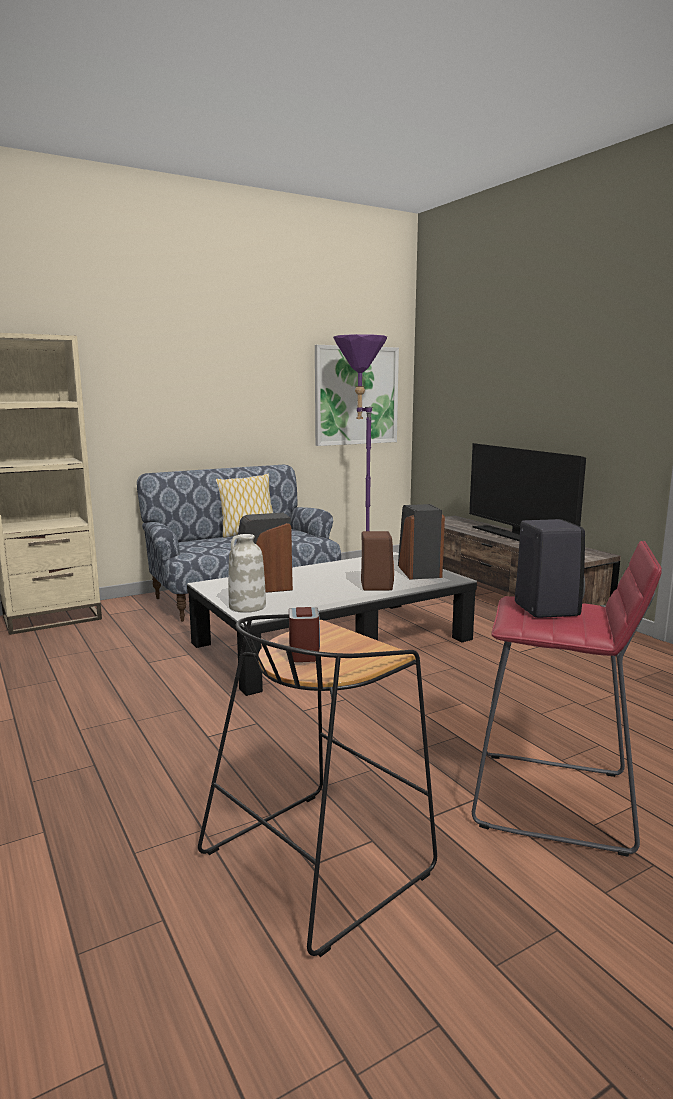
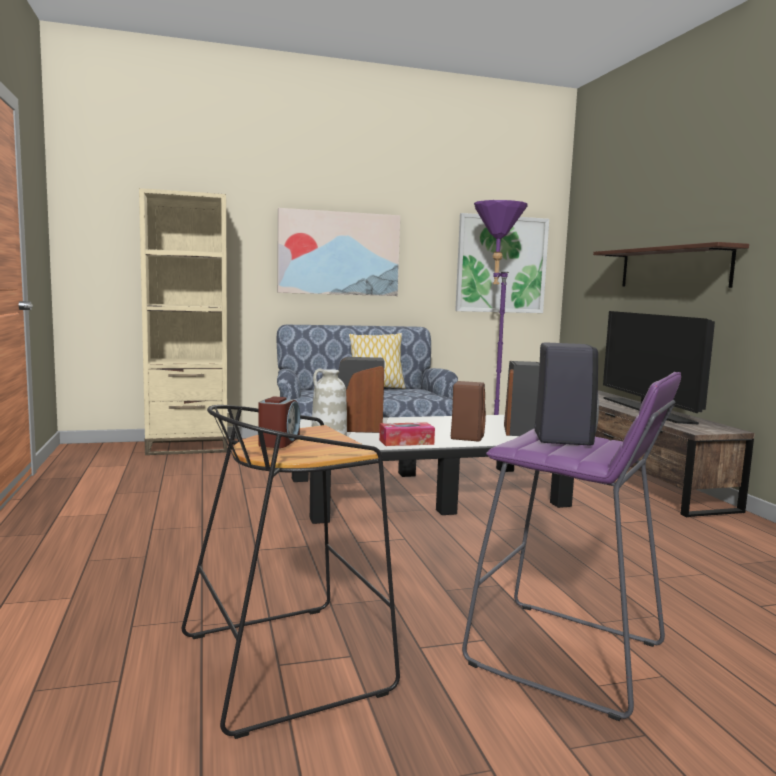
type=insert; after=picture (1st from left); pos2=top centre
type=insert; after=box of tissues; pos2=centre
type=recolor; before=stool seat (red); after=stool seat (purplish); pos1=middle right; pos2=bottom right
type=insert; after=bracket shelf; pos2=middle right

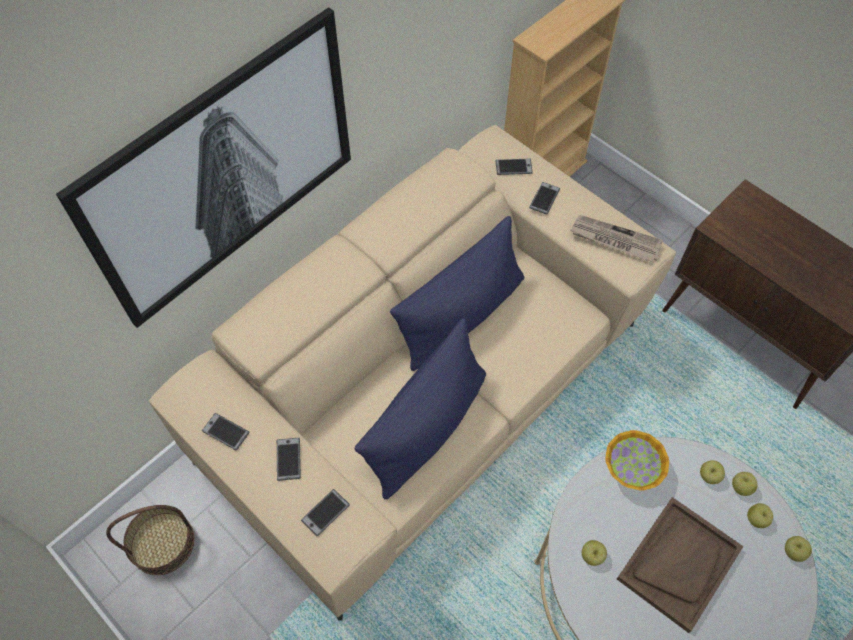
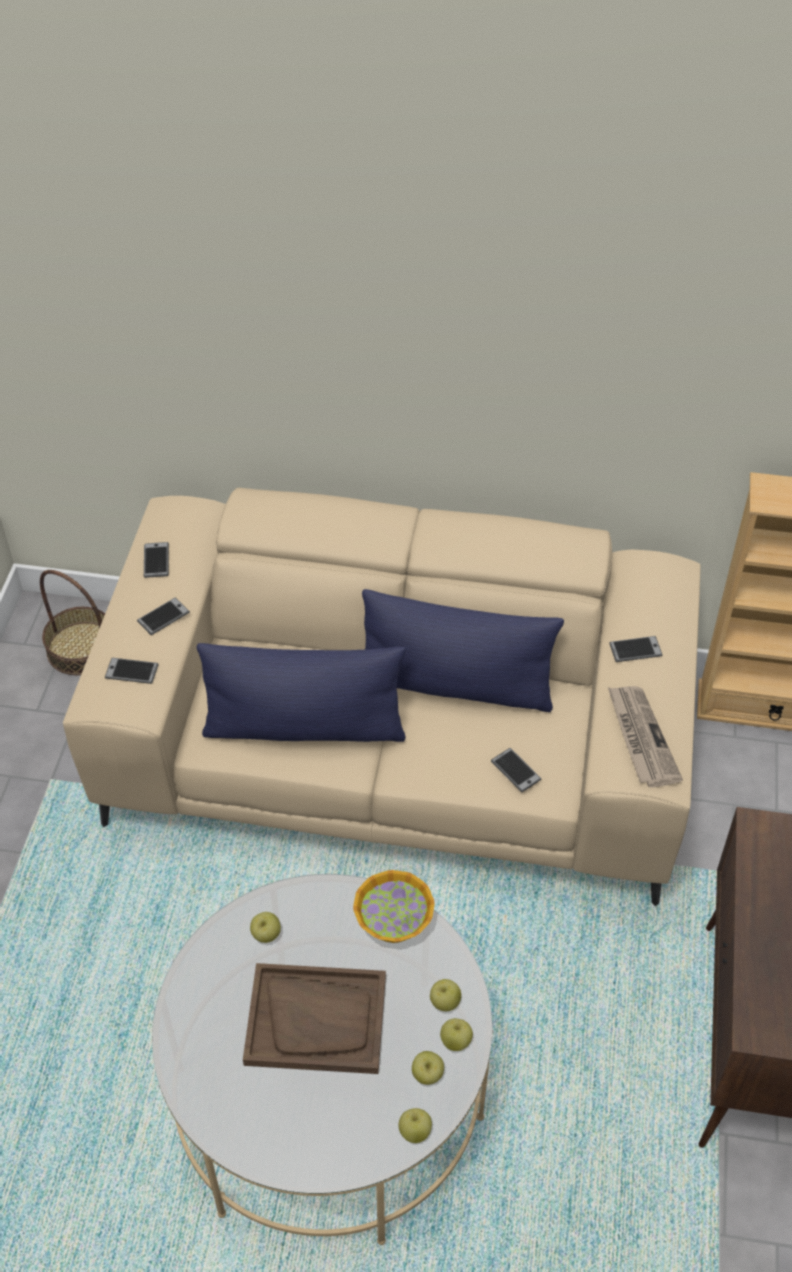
type=move; before=telephone (4th from left); pos1=top centre; pos2=centre
type=delete; before=picture; pos1=top left

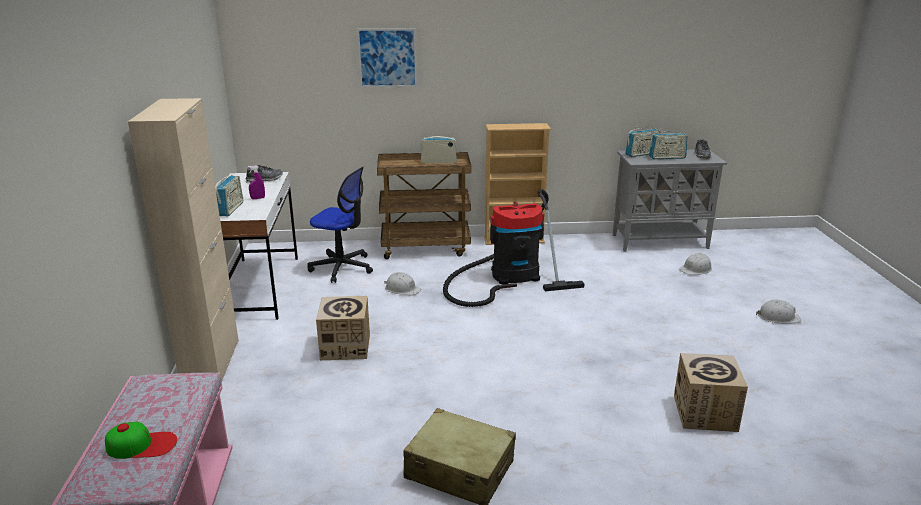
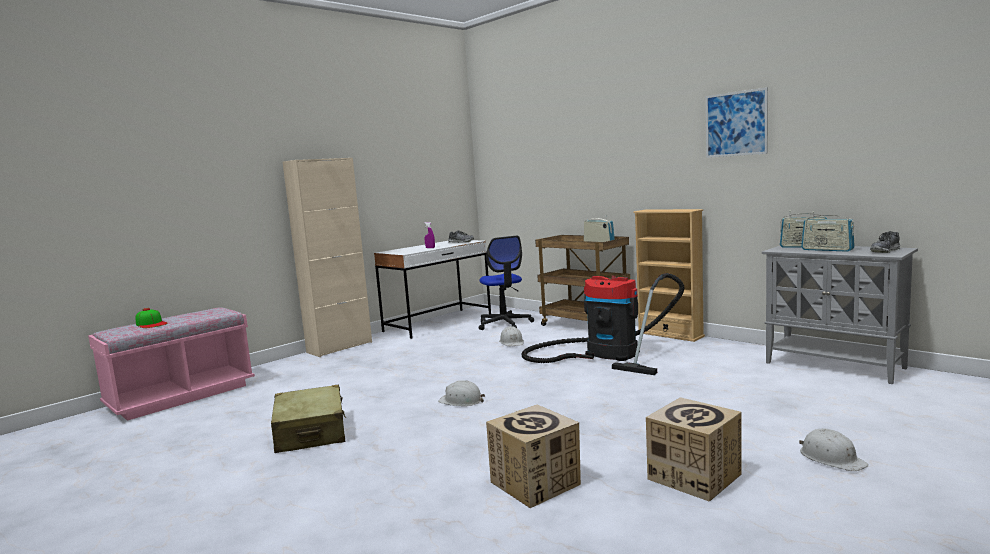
type=move; before=safety helmet (white) (2nd from left in the first image); after=safety helmet (white) (1st from left); pos1=middle right; pos2=bottom centre
type=move; before=packing box (1st from left in the first image); after=packing box (2nd from left); pos1=centre; pos2=bottom right
type=move; before=picture; pos1=top centre; pos2=top right
type=delete; before=radio (1st from left); pos1=middle left

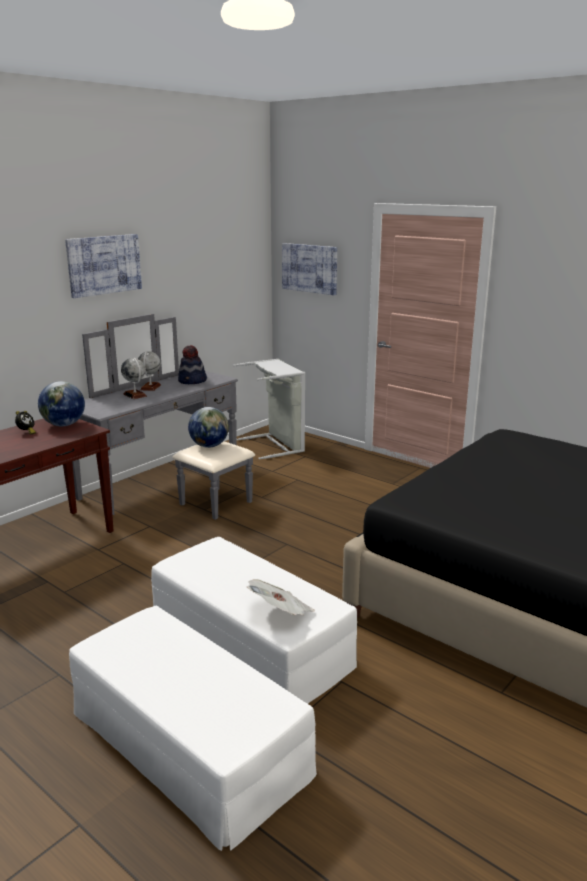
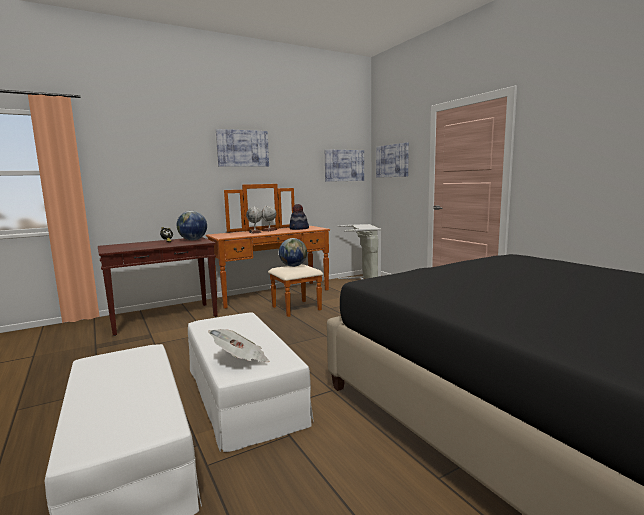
type=recolor; before=chest of drawers (greyish); after=chest of drawers (brown); pos1=middle left; pos2=centre
type=insert; after=picture (2nd from left); pos2=top centre

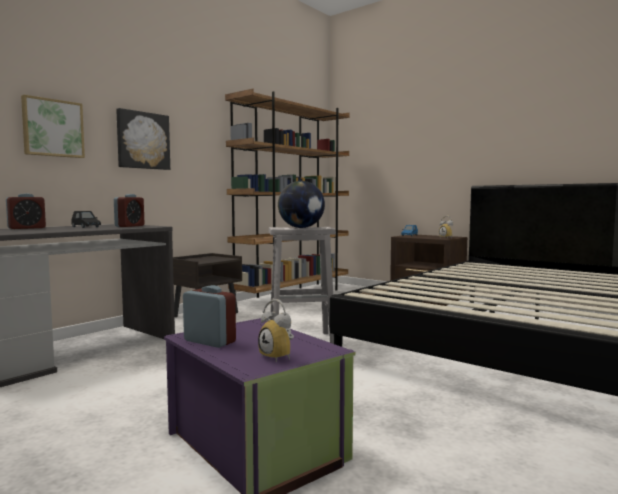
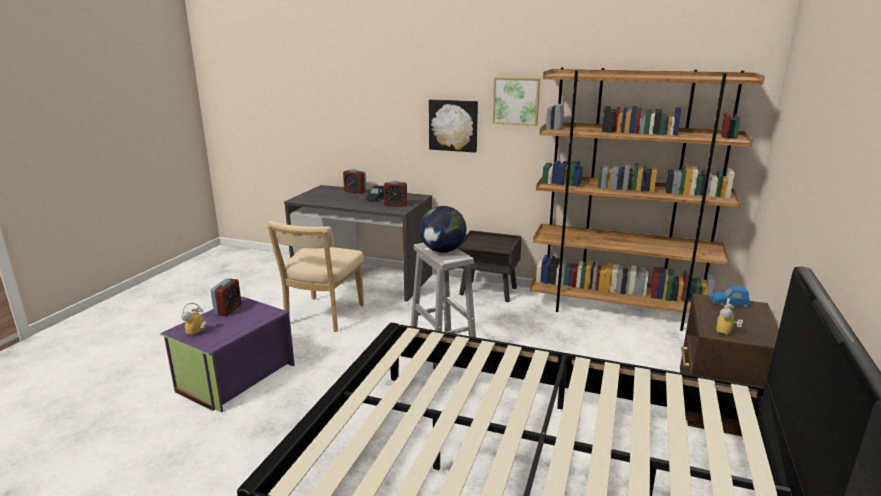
type=insert; after=upright chair (beige); pos2=centre
type=move; before=picture (1st from left in the first image); after=picture (2nd from left); pos1=top left; pos2=top centre

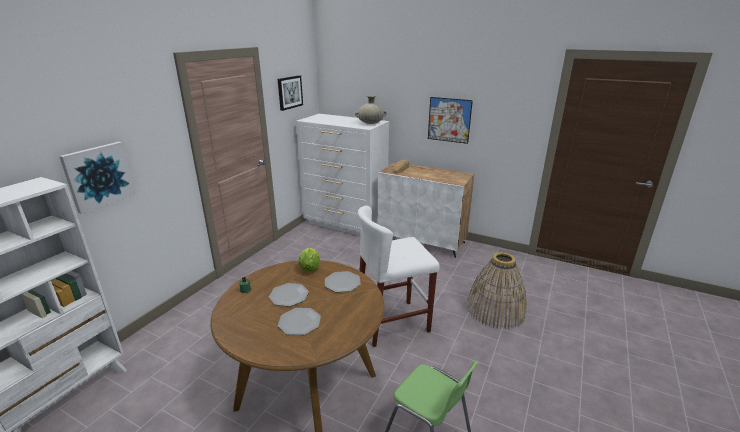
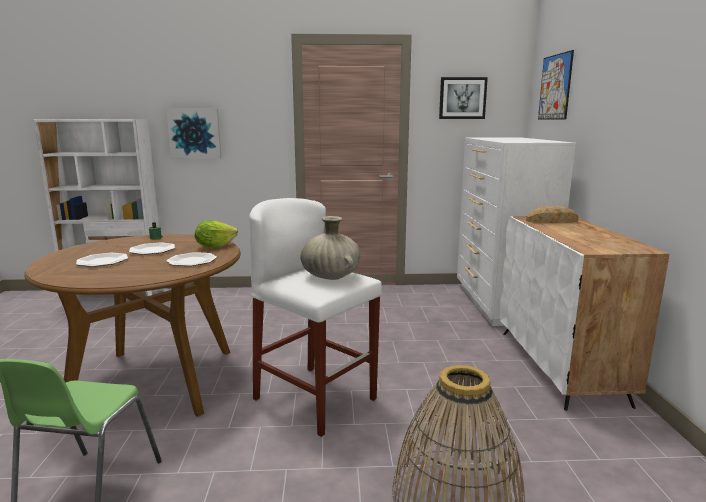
type=move; before=vase (beige); pos1=top centre; pos2=centre
type=move; before=picture (3rd from left); pos1=top centre; pos2=top right

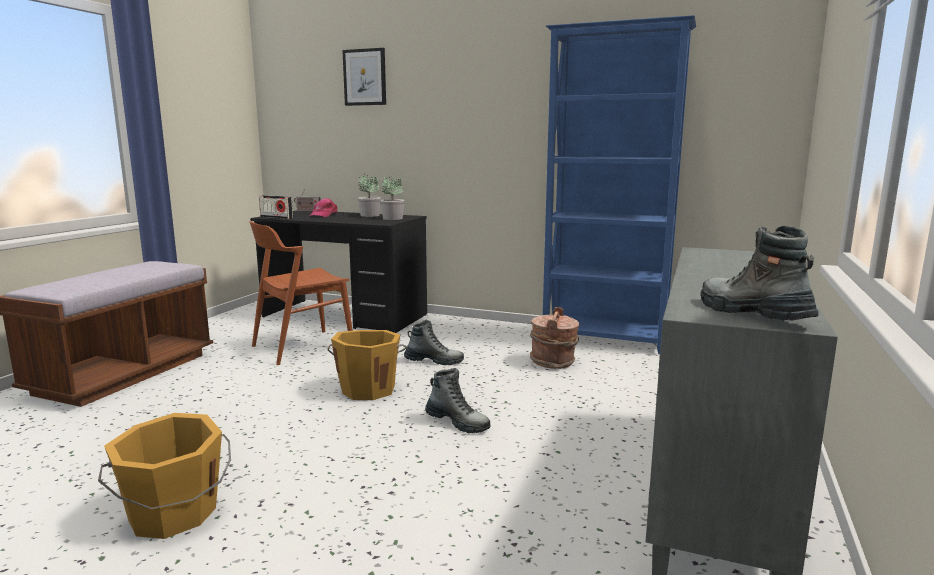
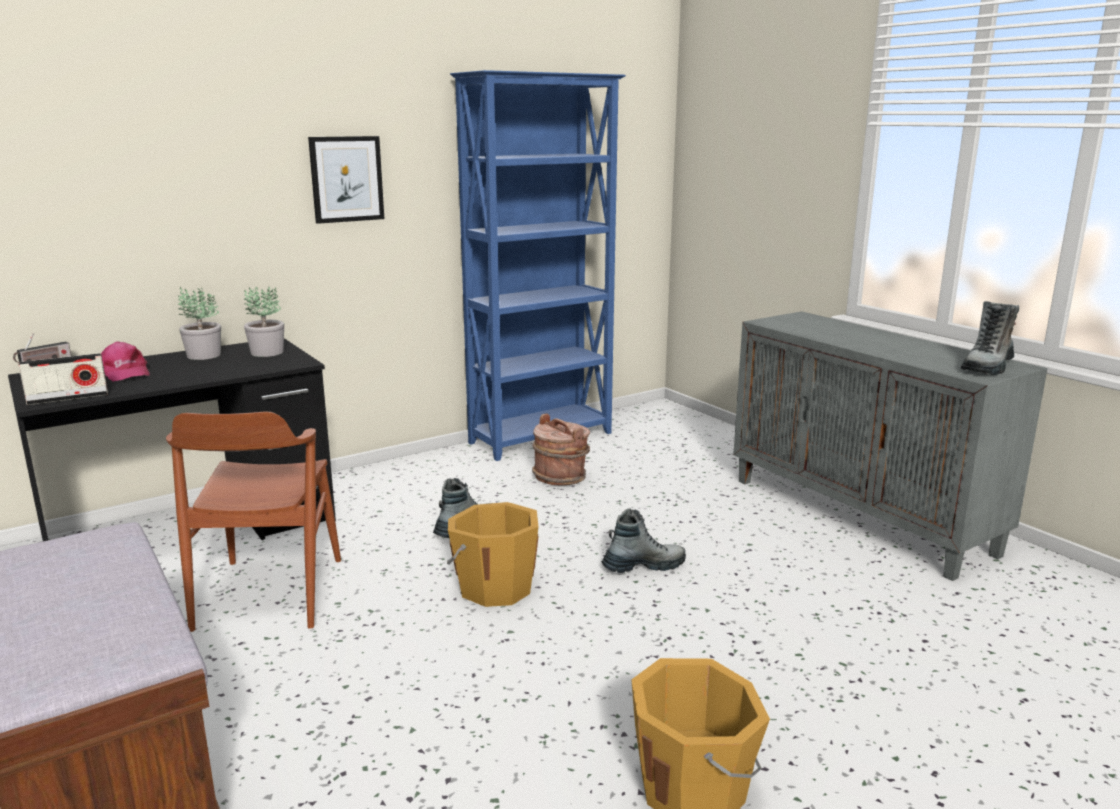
type=move; before=picture; pos1=top centre; pos2=top left
type=rotate; before=boot (3rd from left); pos1=middle right; pos2=middle right; turn=-60

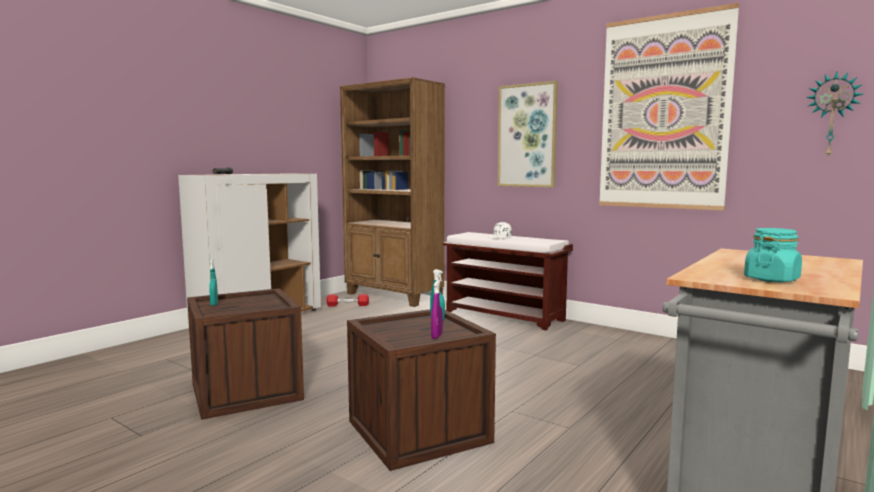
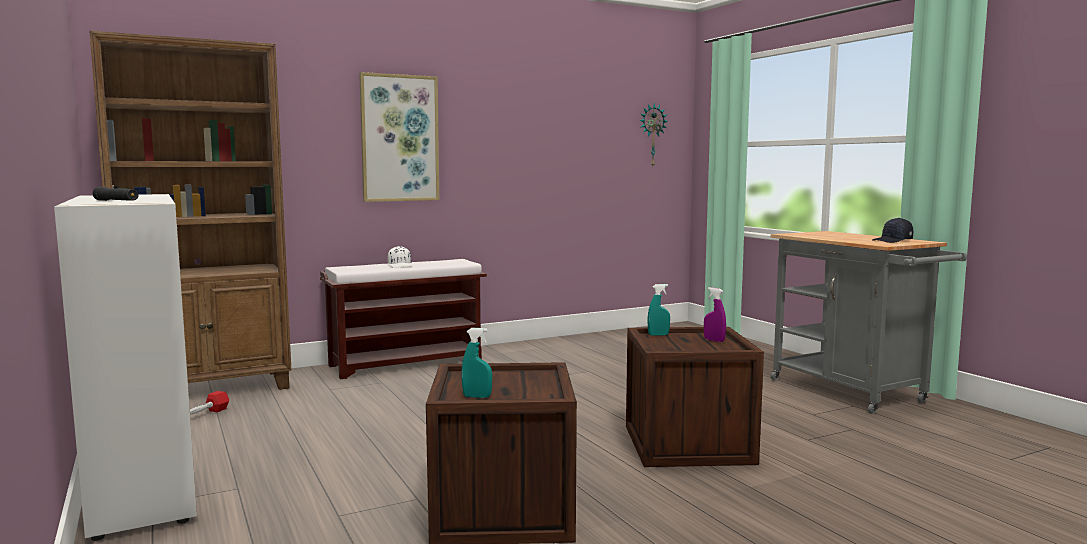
type=replace; before=preserve jar (blue-green); after=baseball cap (black-coloured); pos1=middle right; pos2=middle right
type=delete; before=picture (2nd from left); pos1=top right

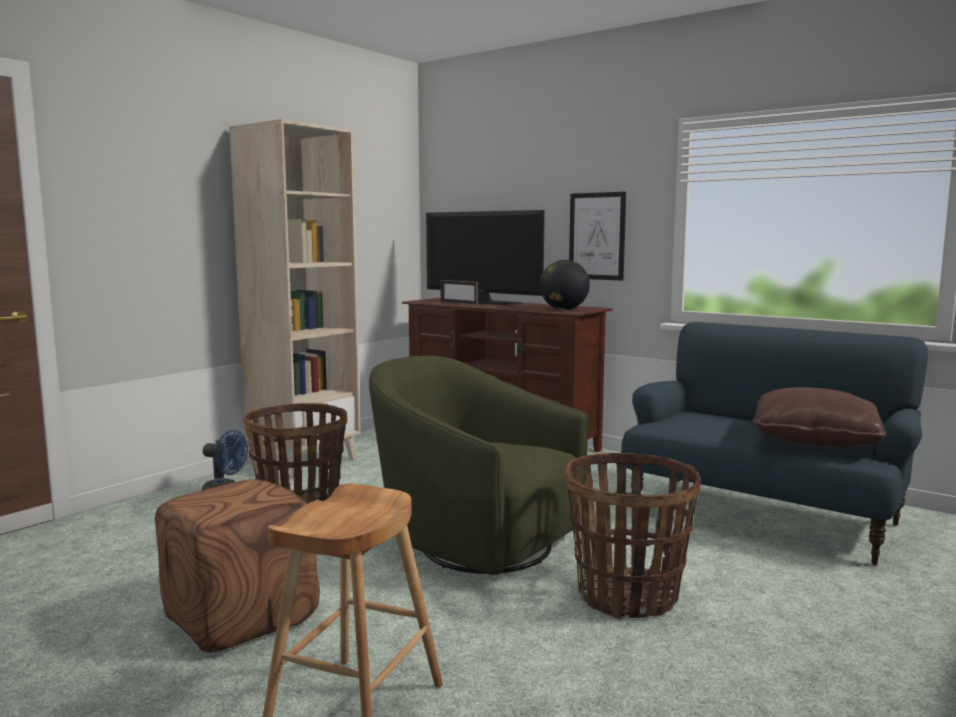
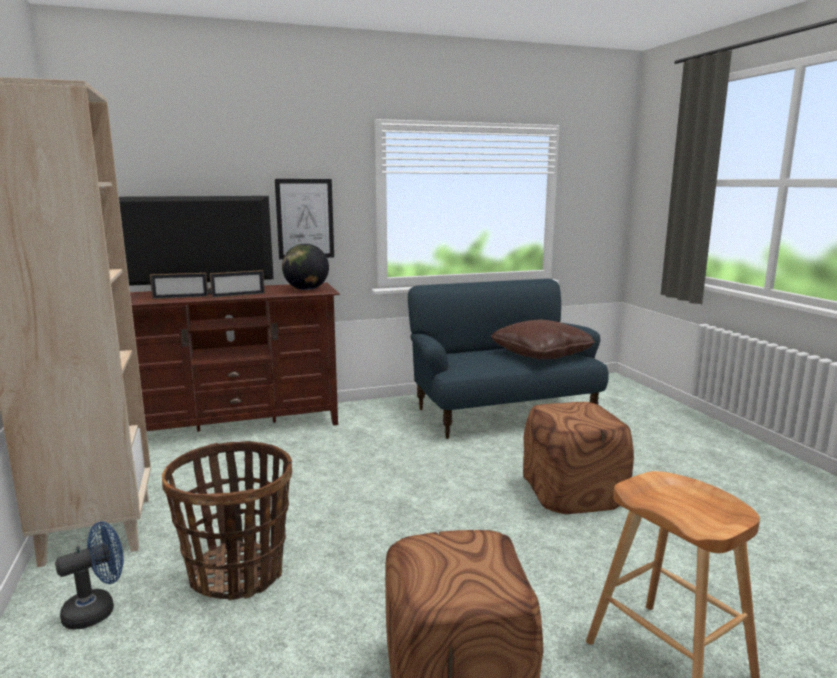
type=insert; after=picture frame (2nd from left); pos2=middle left
type=replace; before=storage basket (2nd from left); after=pouffe (brown) (2nd from left); pos1=bottom centre; pos2=bottom right
type=delete; before=armchair (green-coloured); pos1=centre

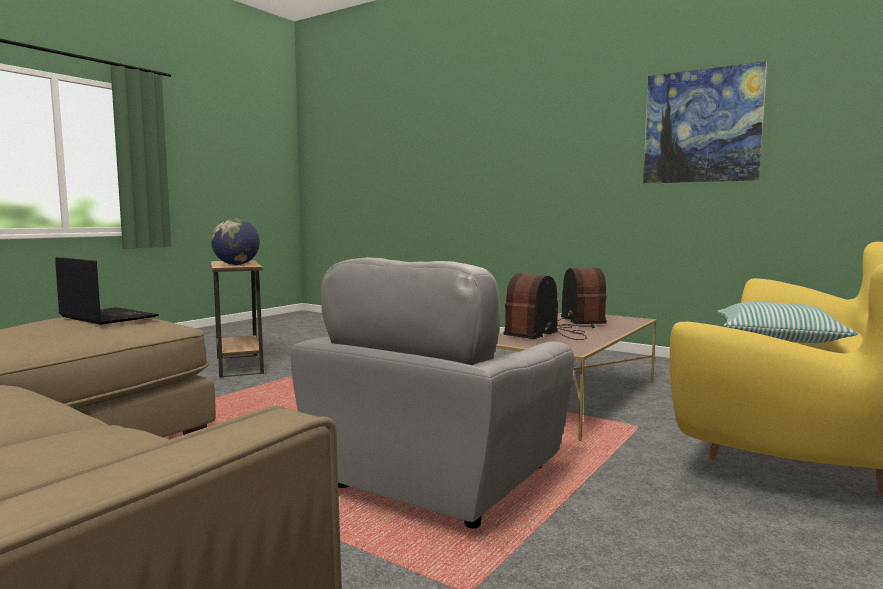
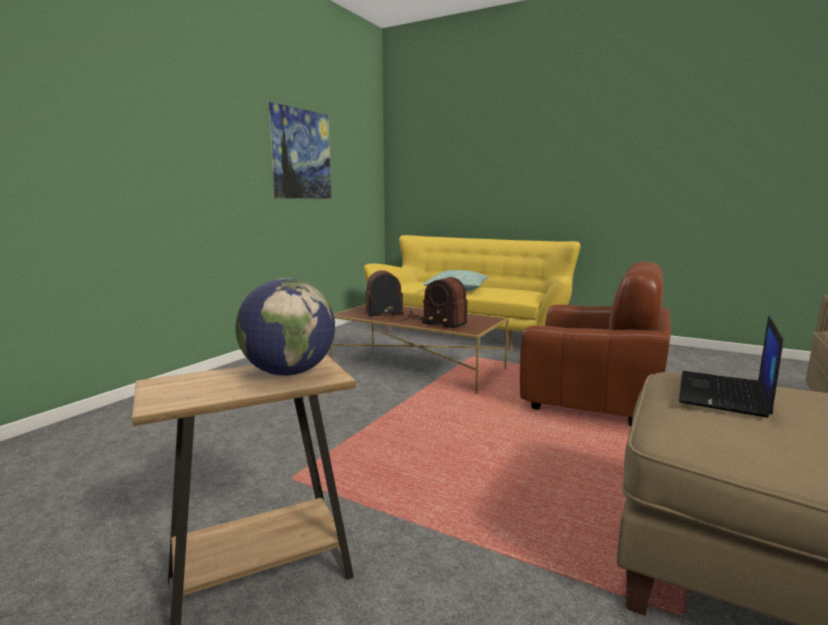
type=recolor; before=armchair (greyish); after=armchair (brown); pos1=centre; pos2=middle right

